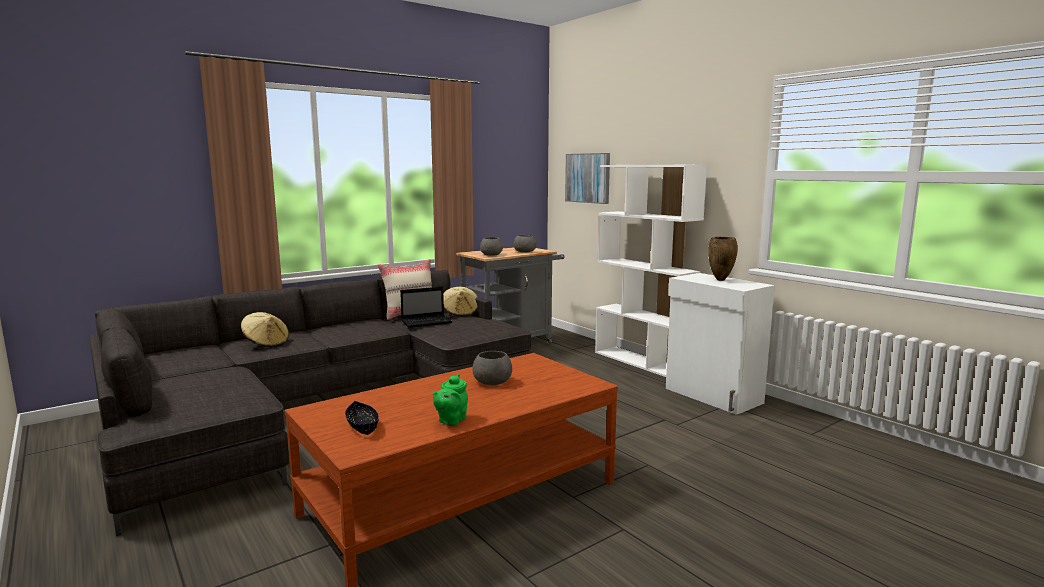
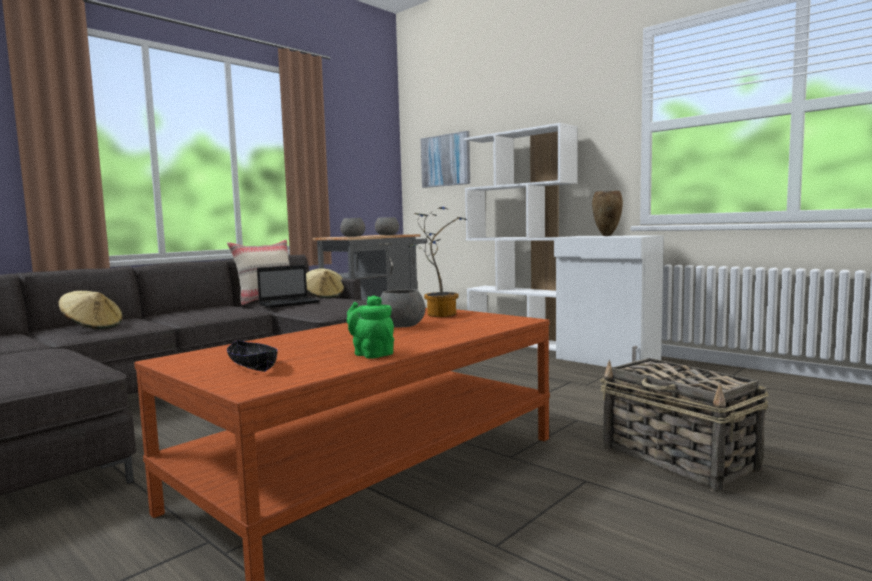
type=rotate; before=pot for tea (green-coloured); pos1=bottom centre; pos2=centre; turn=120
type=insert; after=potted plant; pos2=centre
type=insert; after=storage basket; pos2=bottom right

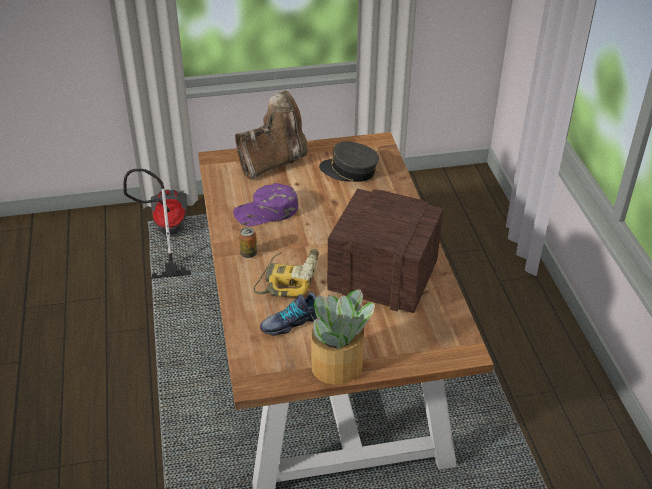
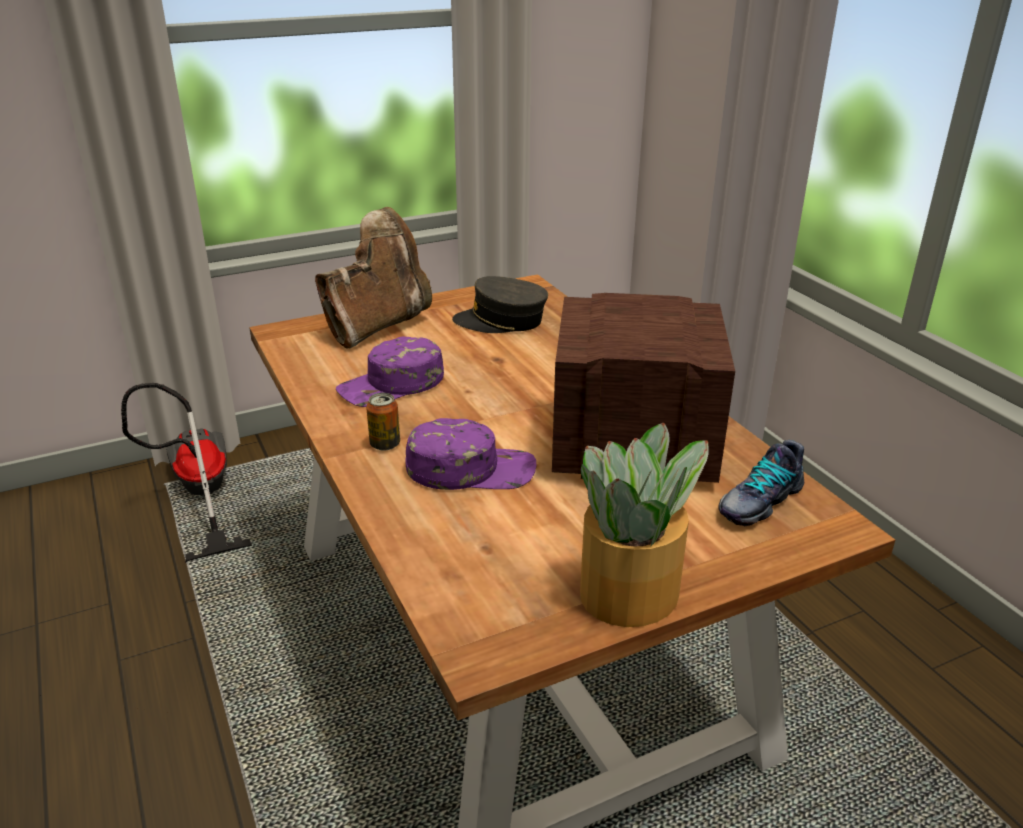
type=replace; before=power drill; after=baseball cap (purplish) (2nd from left); pos1=centre; pos2=centre
type=move; before=low shoe; pos1=centre; pos2=middle right

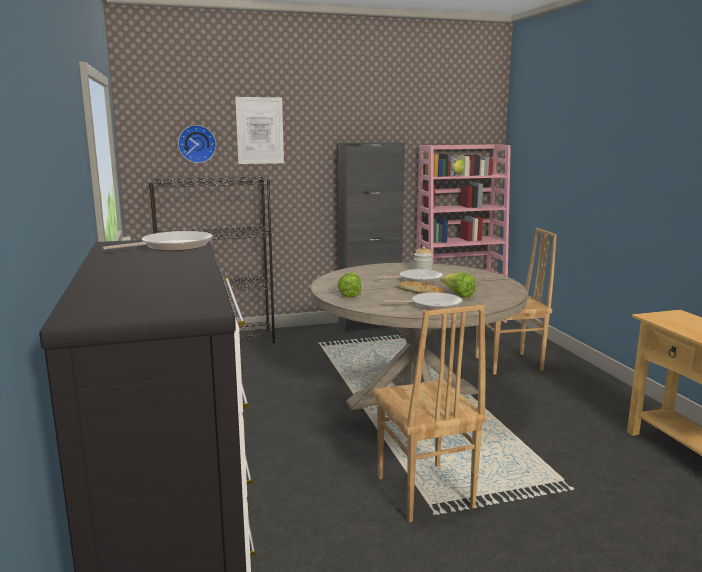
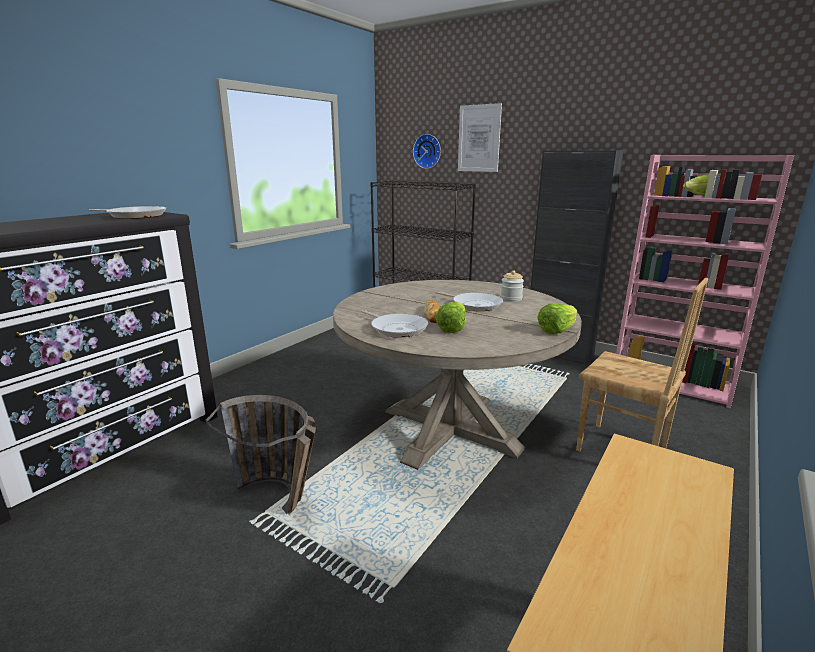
type=replace; before=upright chair (brown) (1st from left); after=storage basket; pos1=bottom centre; pos2=bottom left
type=move; before=head of lettuce (1st from left in the first image); after=head of lettuce (2nd from left); pos1=centre; pos2=middle right

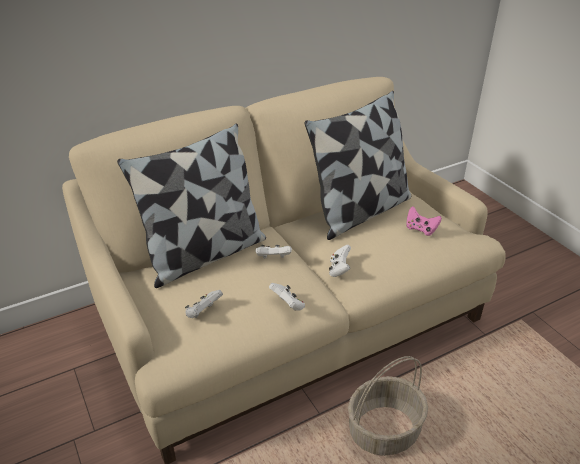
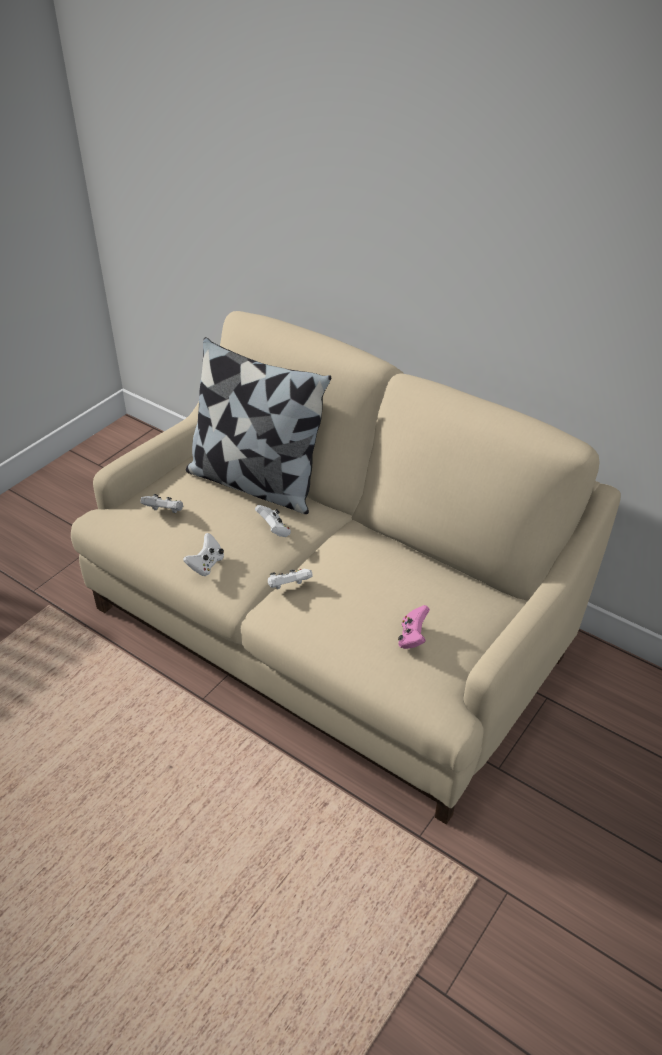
type=delete; before=cushion (2nd from left); pos1=centre
type=delete; before=storage basket; pos1=bottom right

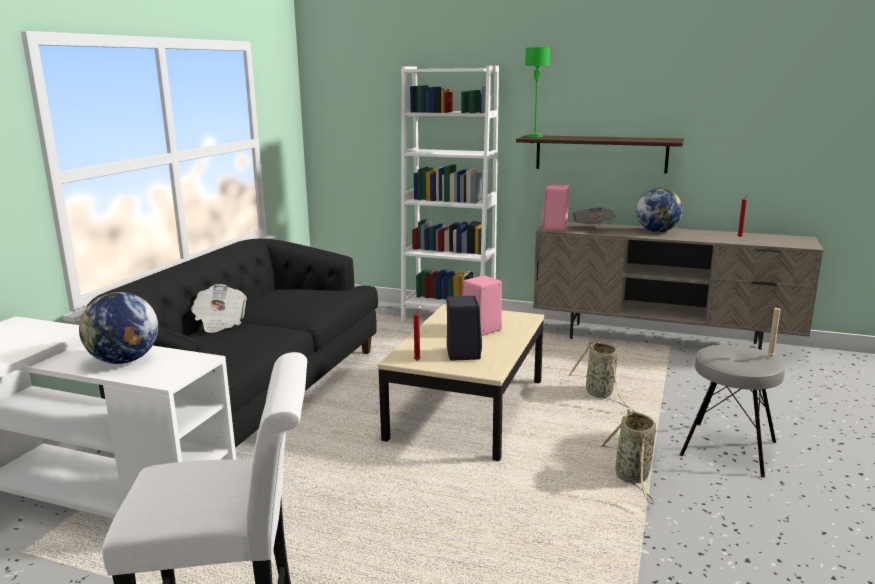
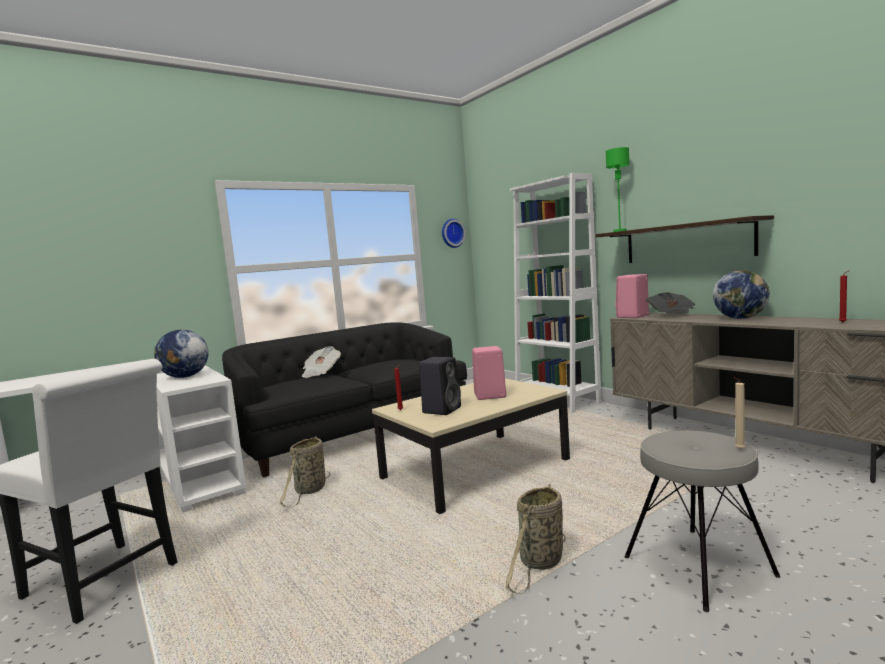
type=move; before=storage basket (1st from left); pos1=middle right; pos2=bottom centre
type=insert; after=hanging clock; pos2=centre

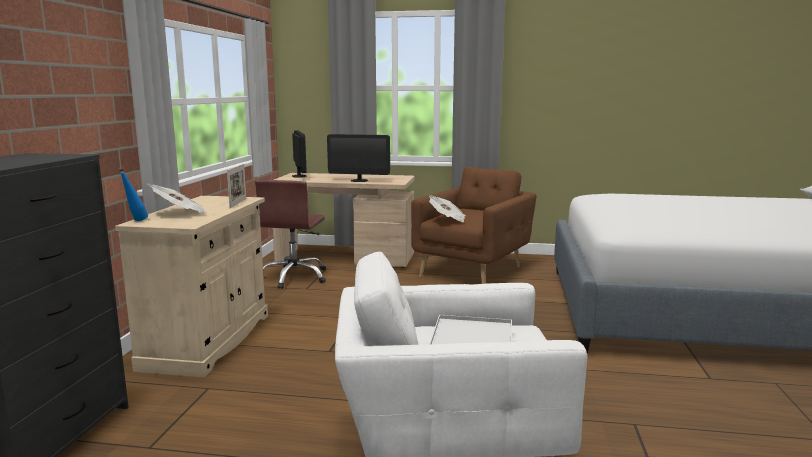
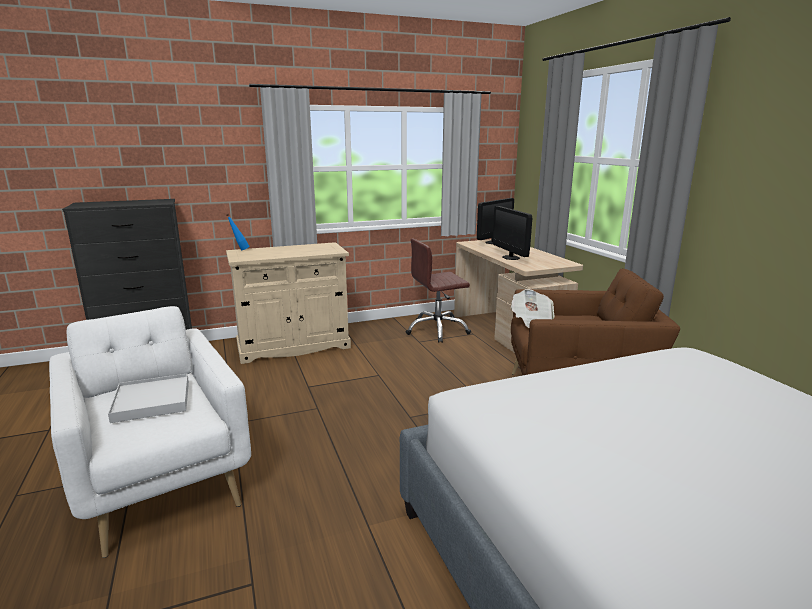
type=delete; before=newspaper (1st from left); pos1=middle left
type=delete; before=picture frame; pos1=middle left

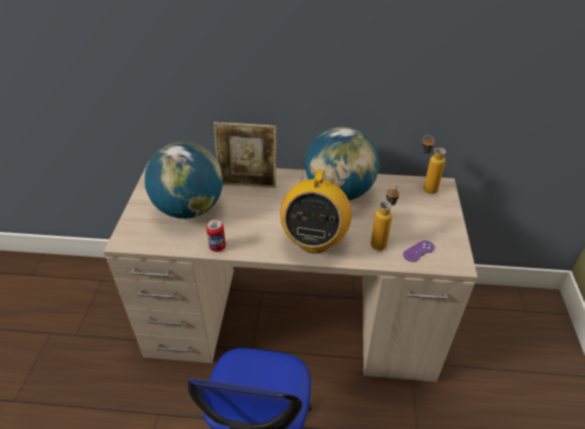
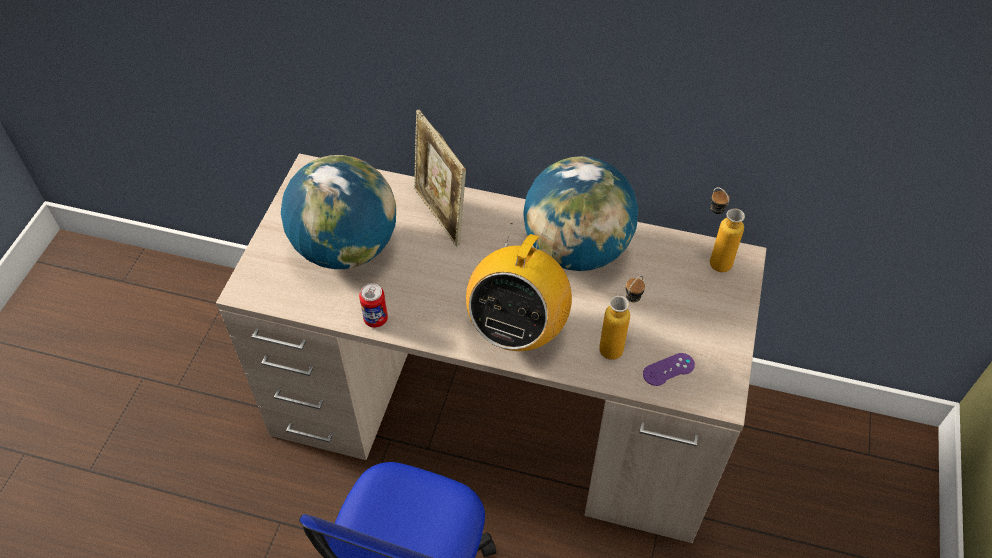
type=rotate; before=picture frame; pos1=centre; pos2=top centre; turn=45

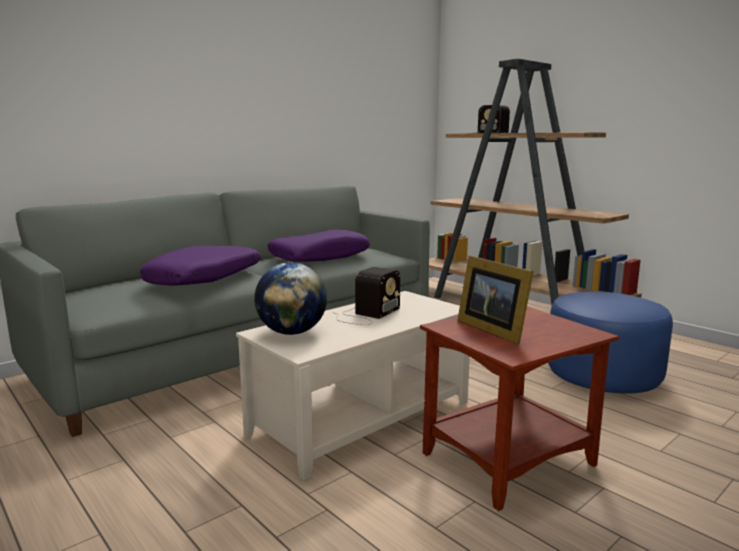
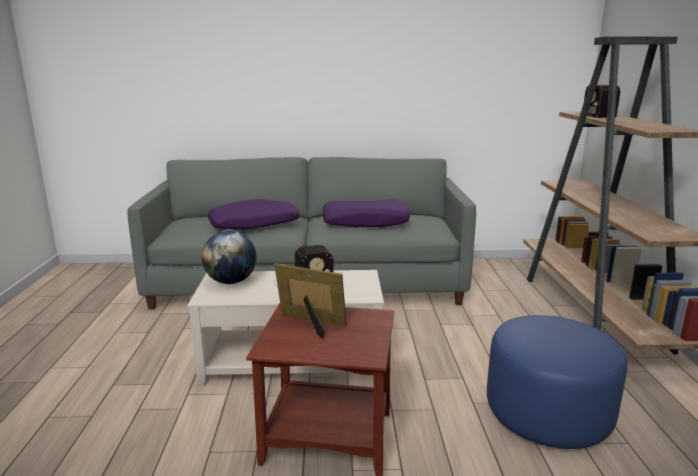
type=rotate; before=picture frame; pos1=middle right; pos2=centre; turn=105

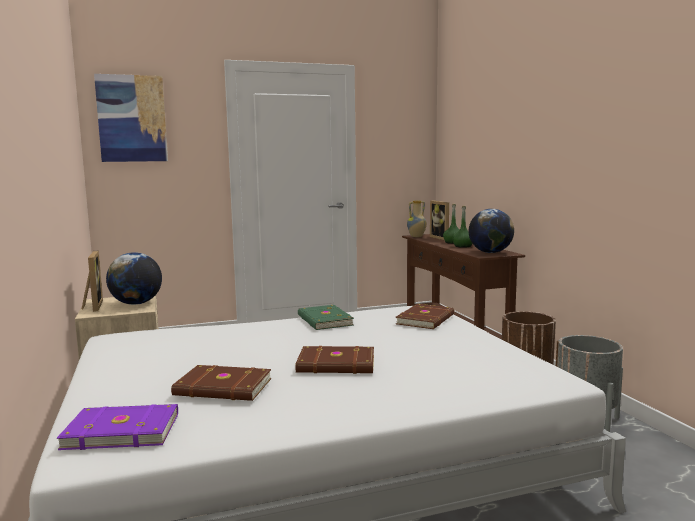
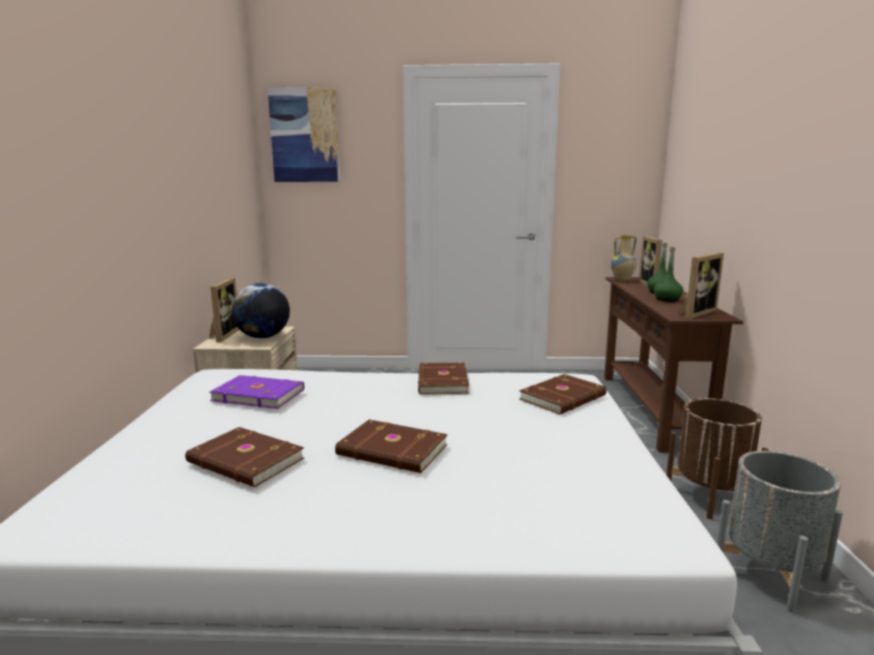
type=move; before=volume (purplish); pos1=bottom left; pos2=middle left
type=recolor; before=volume (green-coloured); after=volume (brown) (3rd from left); pos1=centre; pos2=centre
type=replace; before=desk globe (2nd from left); after=picture frame (3rd from left); pos1=middle right; pos2=middle right

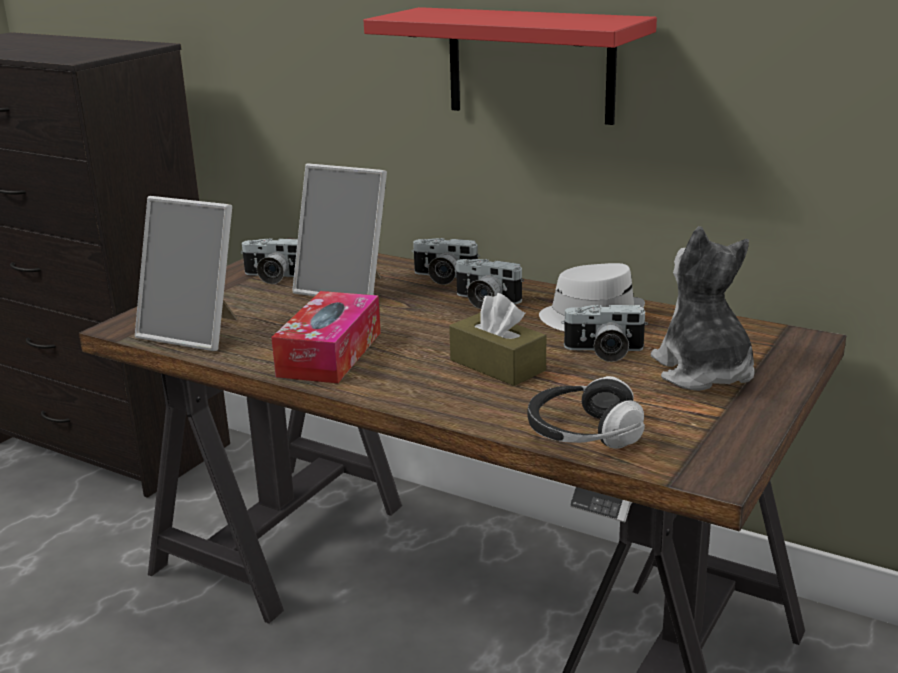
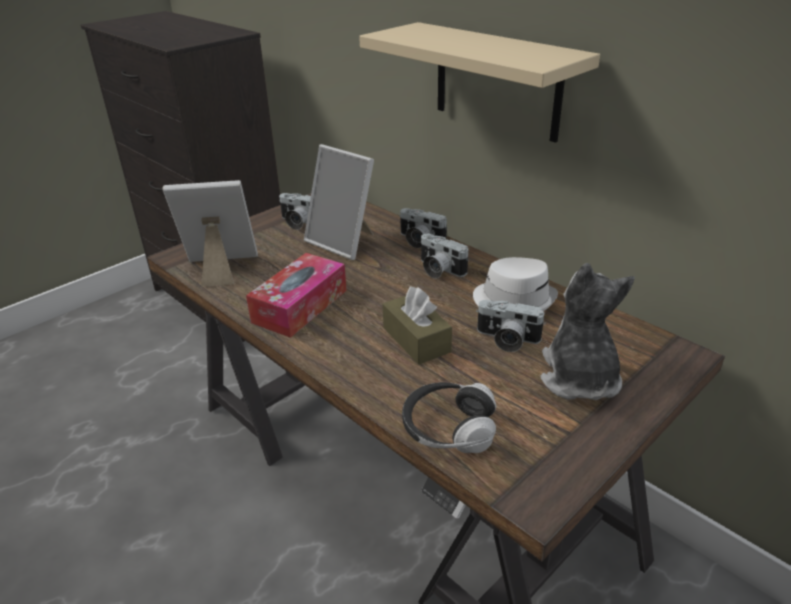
type=rotate; before=picture frame (1st from left); pos1=middle left; pos2=middle left; turn=135
type=recolor; before=bracket shelf (red); after=bracket shelf (beige); pos1=top centre; pos2=top centre

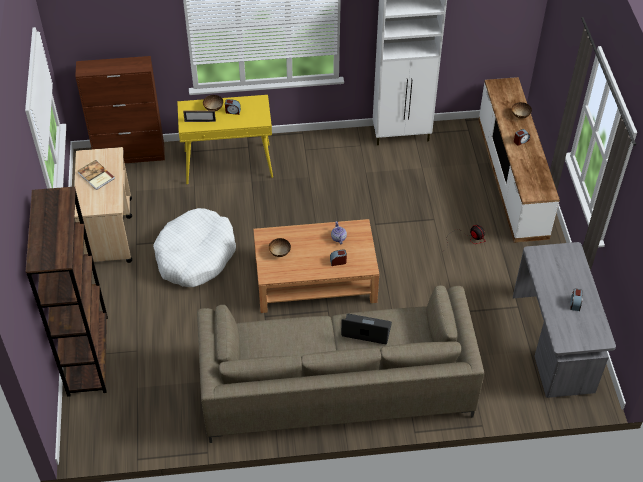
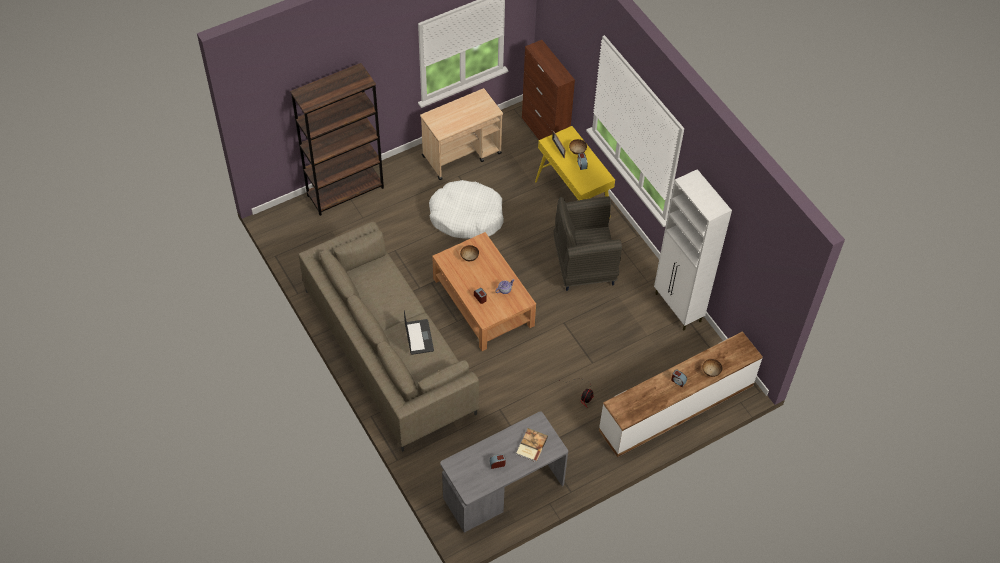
type=move; before=volume; pos1=middle left; pos2=bottom centre
type=insert; after=armchair (greyish); pos2=centre

